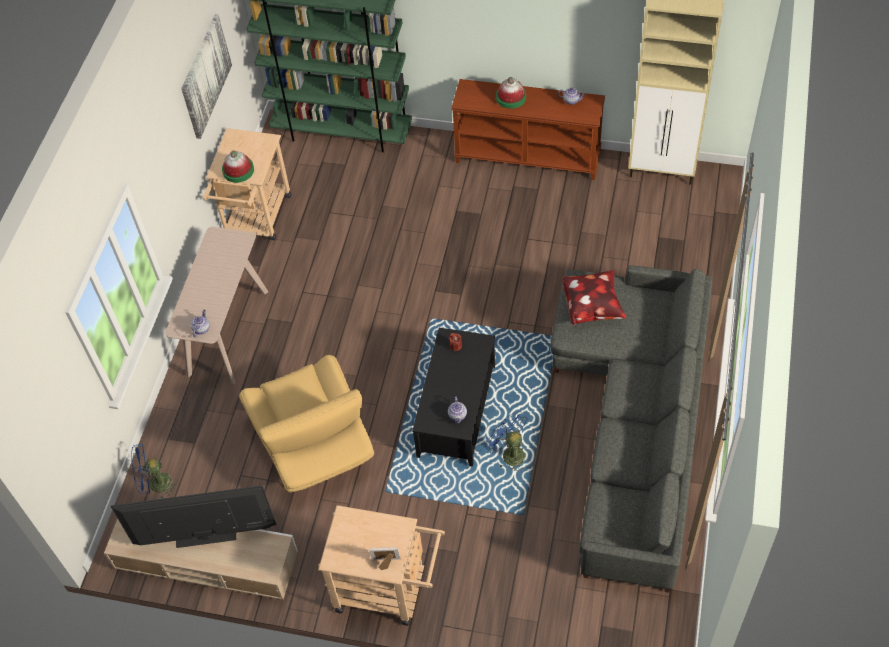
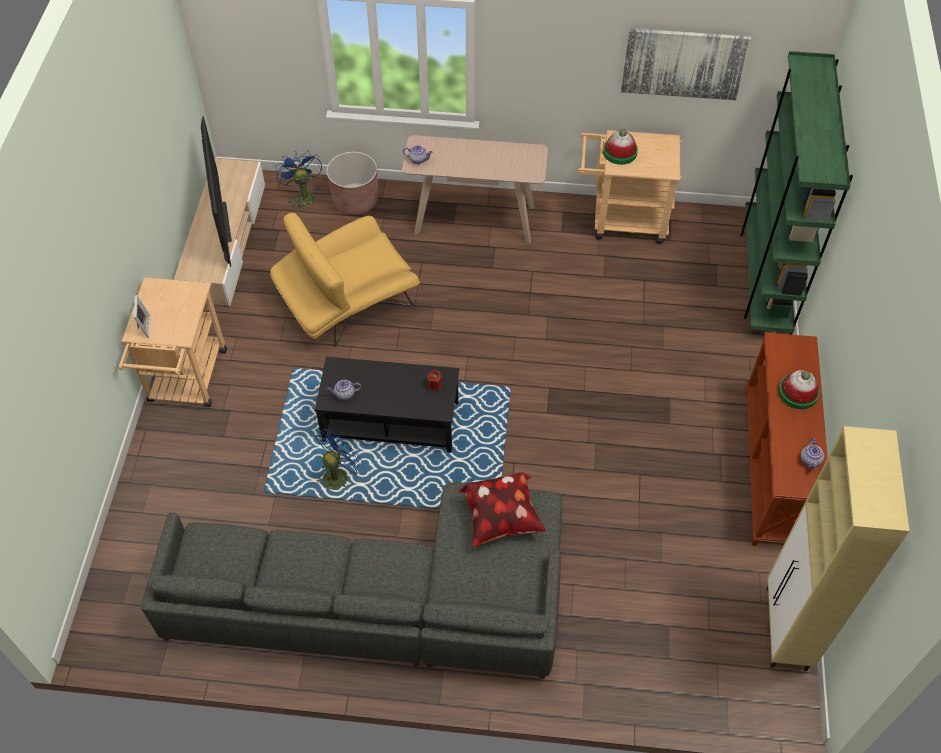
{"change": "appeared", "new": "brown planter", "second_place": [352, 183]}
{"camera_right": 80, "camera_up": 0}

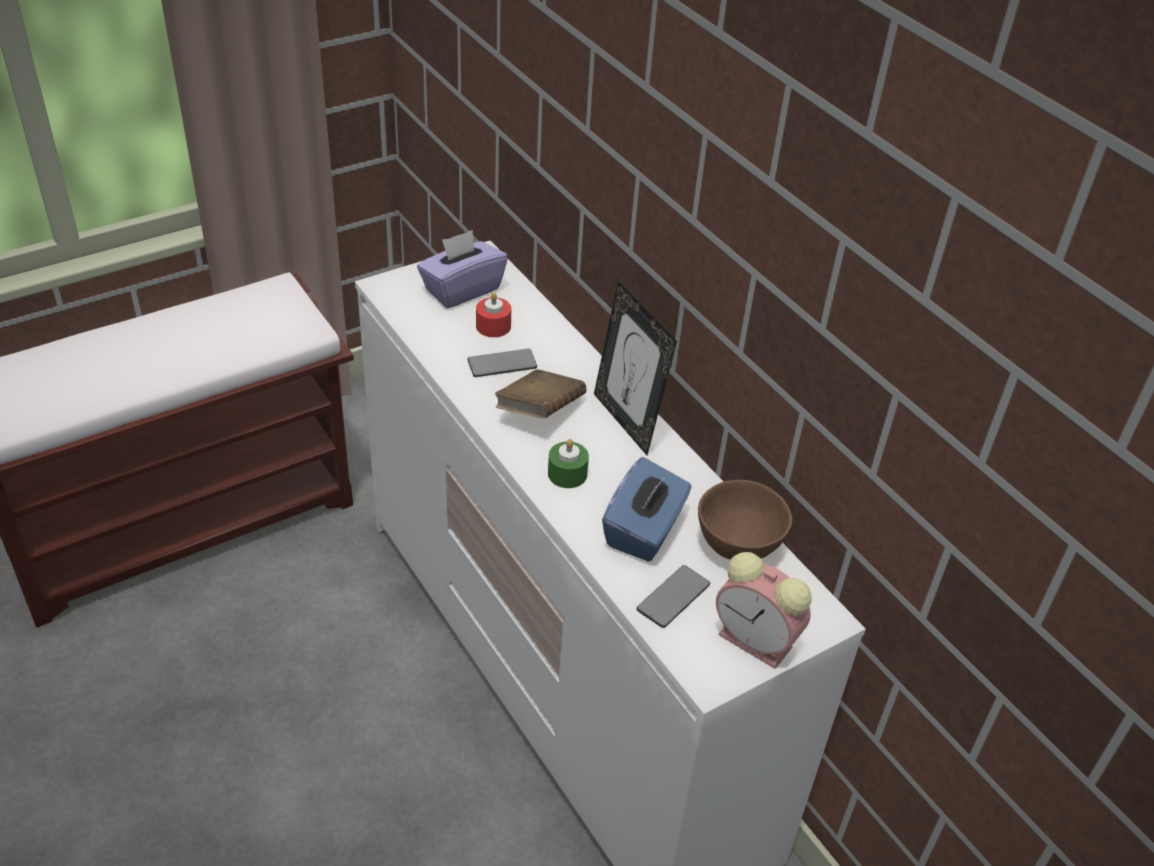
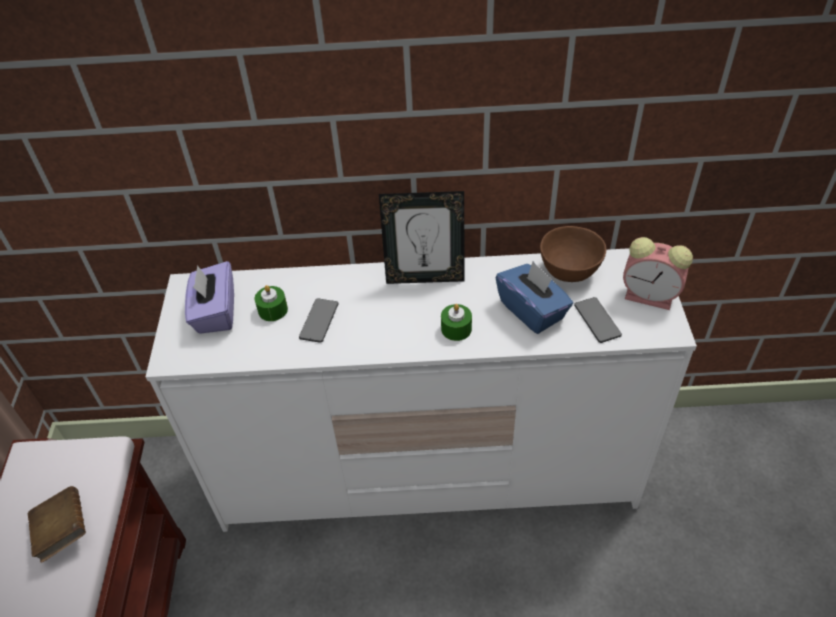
{"change": "colour", "old": "red candle", "new": "green candle", "first_place": [493, 314], "second_place": [271, 303]}
{"change": "relocated", "old": "brown book", "first_place": [540, 394], "second_place": [57, 524]}
{"change": "spun", "old": "alarm clock", "first_place": [763, 610], "second_place": [658, 273], "degrees": 45}
{"camera_right": -55, "camera_up": 5}

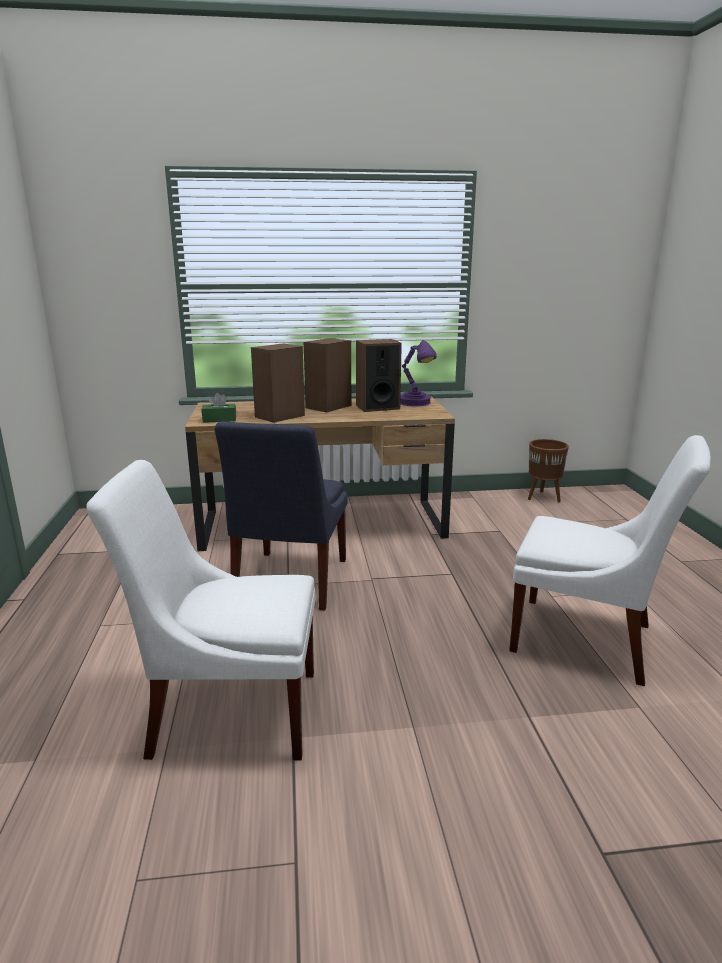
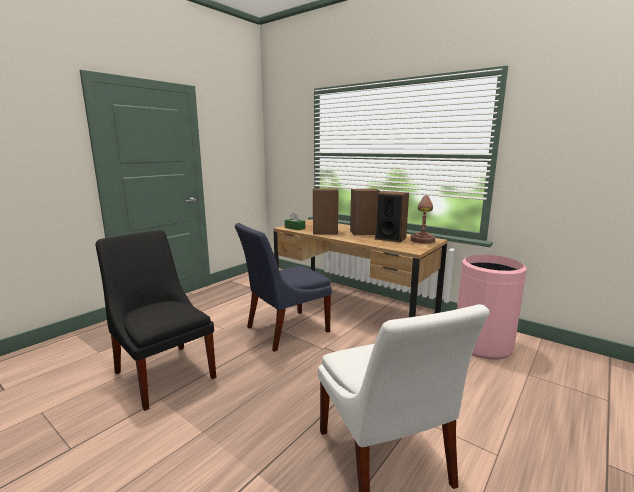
{"change": "colour", "old": "purple table lamp", "new": "brown table lamp", "first_place": [418, 373], "second_place": [423, 219]}
{"change": "missing", "old": "brown planter", "first_place": [548, 470]}
{"change": "colour", "old": "white chair", "new": "black chair", "first_place": [200, 610], "second_place": [155, 320]}
{"change": "appeared", "new": "pink trash can", "second_place": [492, 307]}
{"camera_right": 45, "camera_up": -5}

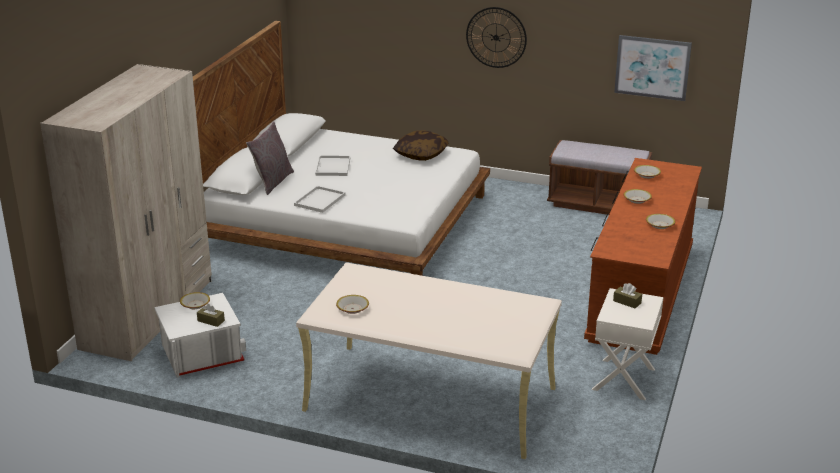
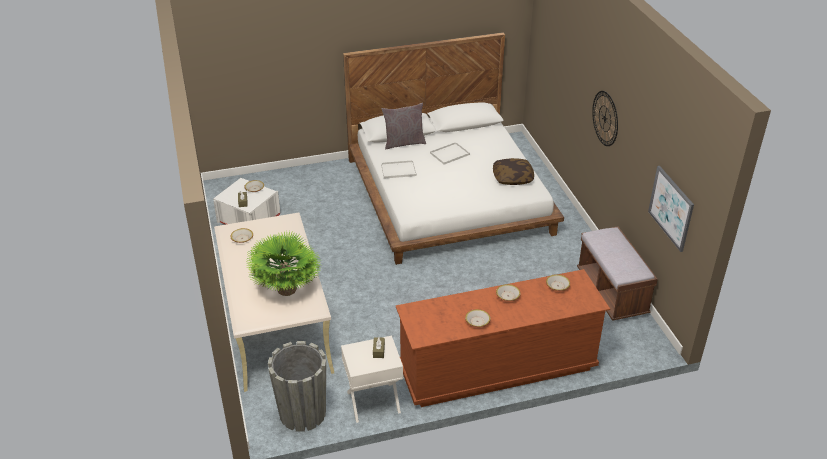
{"change": "missing", "old": "beige wardrobe", "first_place": [126, 212]}
{"change": "appeared", "new": "potted plant", "second_place": [283, 263]}
{"change": "appeared", "new": "grey planter", "second_place": [297, 386]}
{"camera_right": 55, "camera_up": 10}

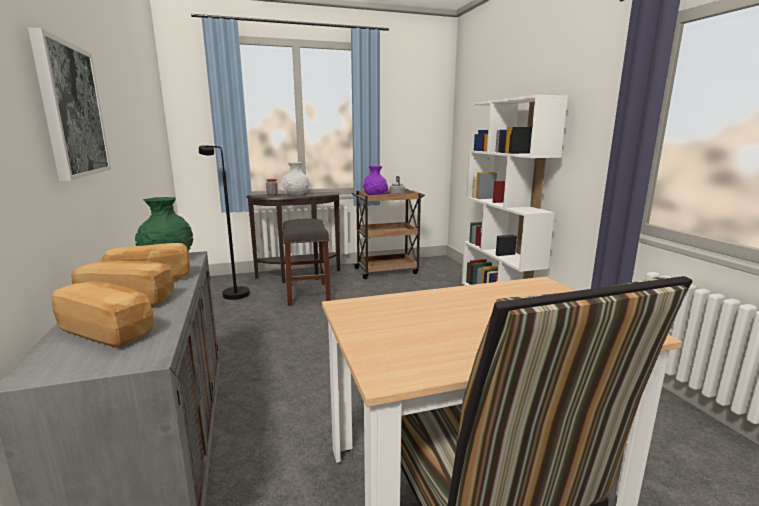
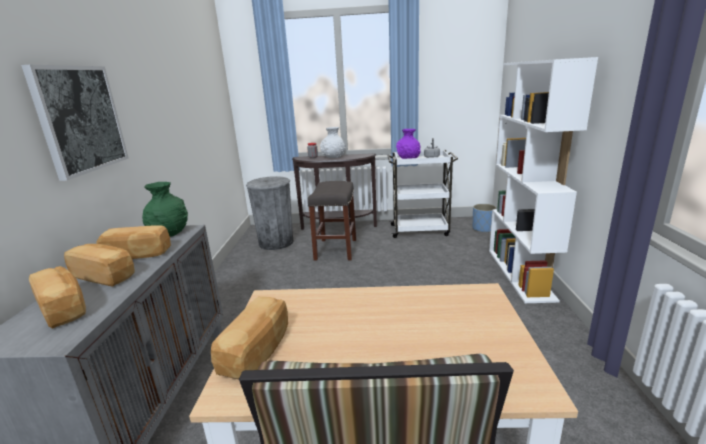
{"change": "exchanged", "old": "black floor lamp", "new": "grey trash can", "first_place": [224, 222], "second_place": [270, 213]}
{"change": "colour", "old": "brown cart", "new": "white cart", "first_place": [388, 234], "second_place": [422, 194]}
{"change": "appeared", "new": "blue planter", "second_place": [485, 218]}
{"change": "appeared", "new": "bread", "second_place": [249, 337]}
{"camera_right": 20, "camera_up": 5}

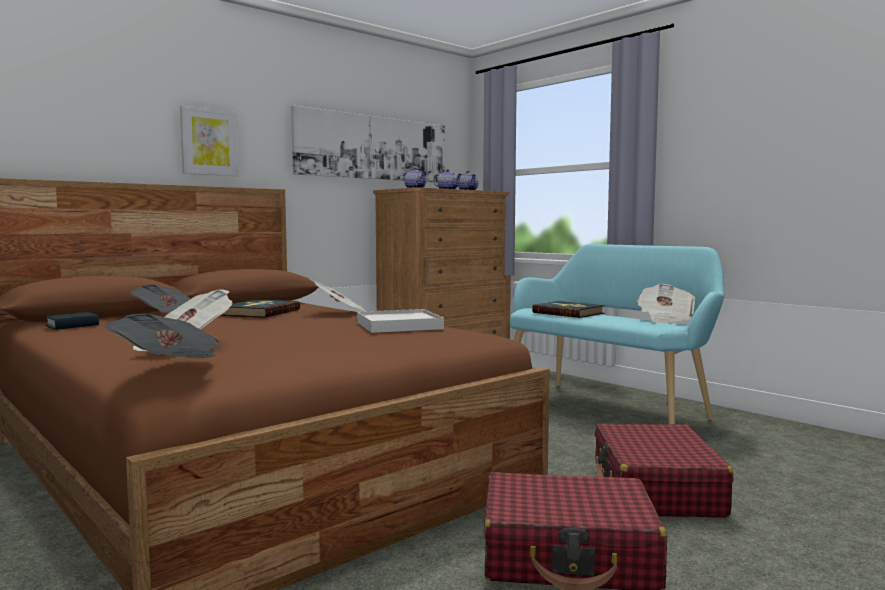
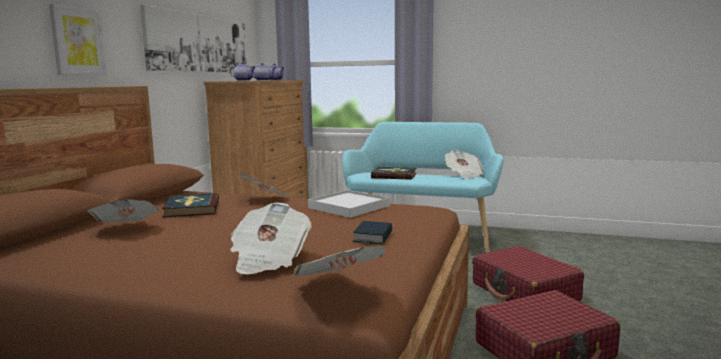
{"change": "relocated", "old": "book", "first_place": [72, 321], "second_place": [372, 233]}
{"camera_right": -30, "camera_up": 5}

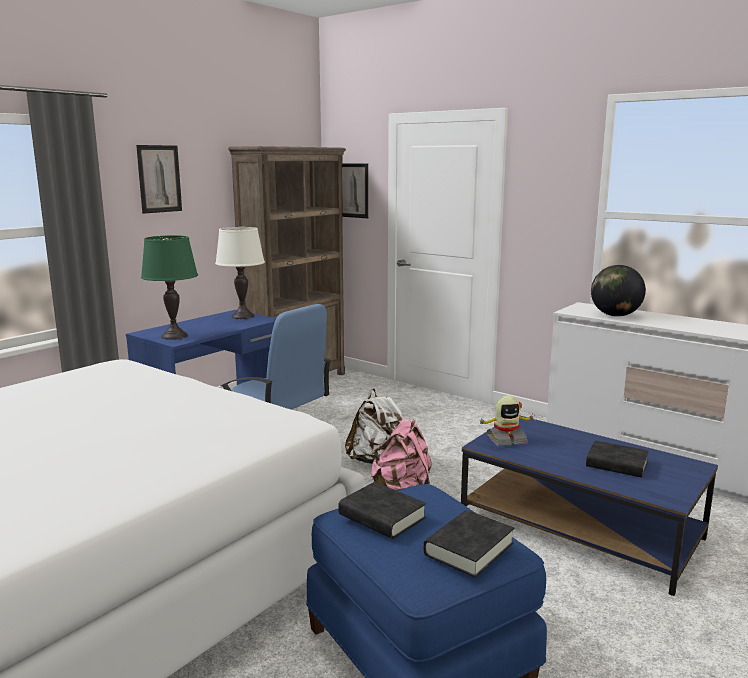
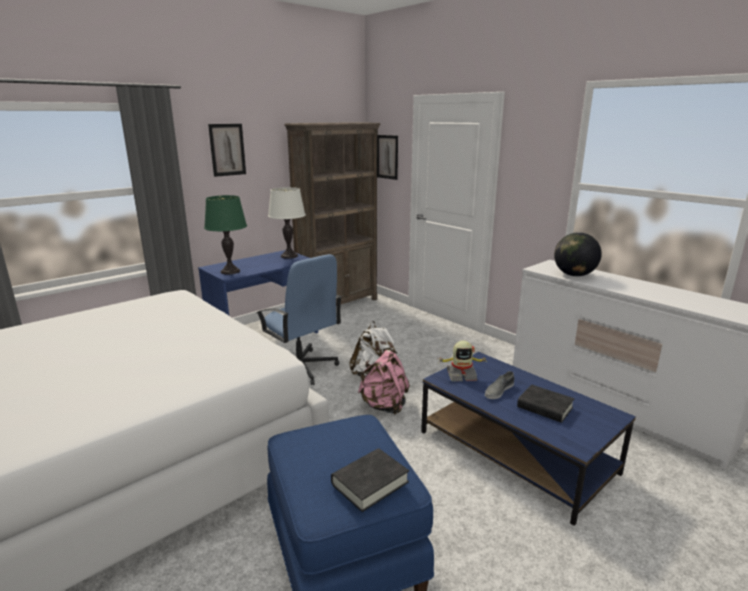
{"change": "missing", "old": "black book", "first_place": [382, 510]}
{"change": "appeared", "new": "grey shoe", "second_place": [499, 385]}
{"camera_right": 10, "camera_up": 5}

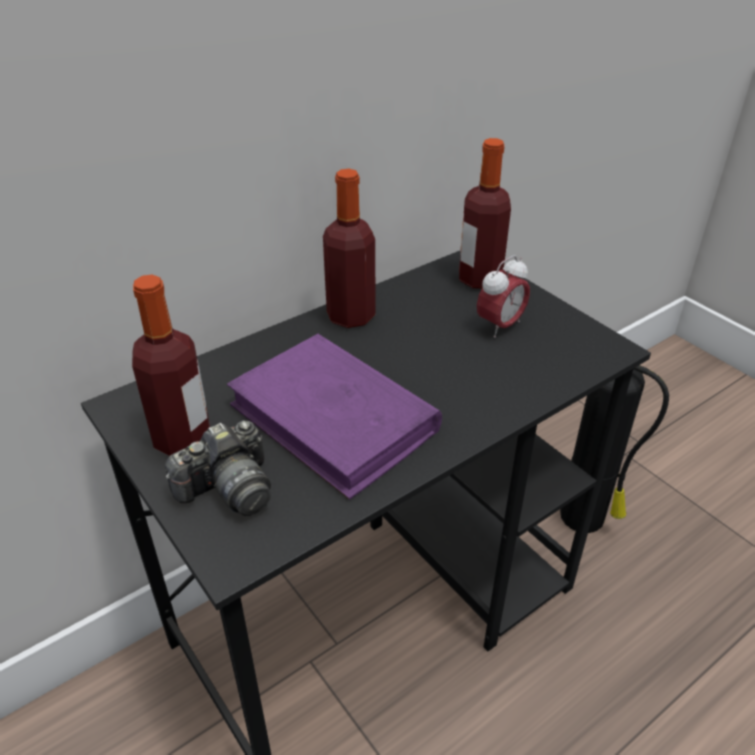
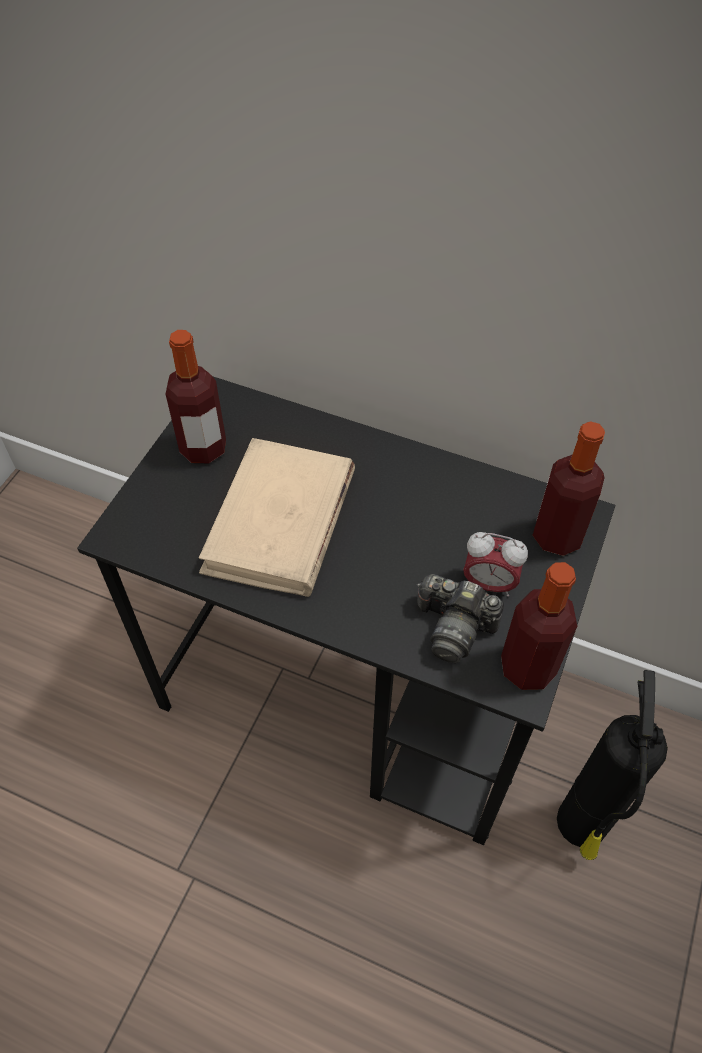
{"change": "relocated", "old": "bottle", "first_place": [349, 248], "second_place": [539, 626]}
{"change": "colour", "old": "purple book", "new": "beige book", "first_place": [334, 417], "second_place": [277, 517]}
{"change": "relocated", "old": "photo camera", "first_place": [218, 468], "second_place": [460, 618]}
{"camera_right": 60, "camera_up": 15}

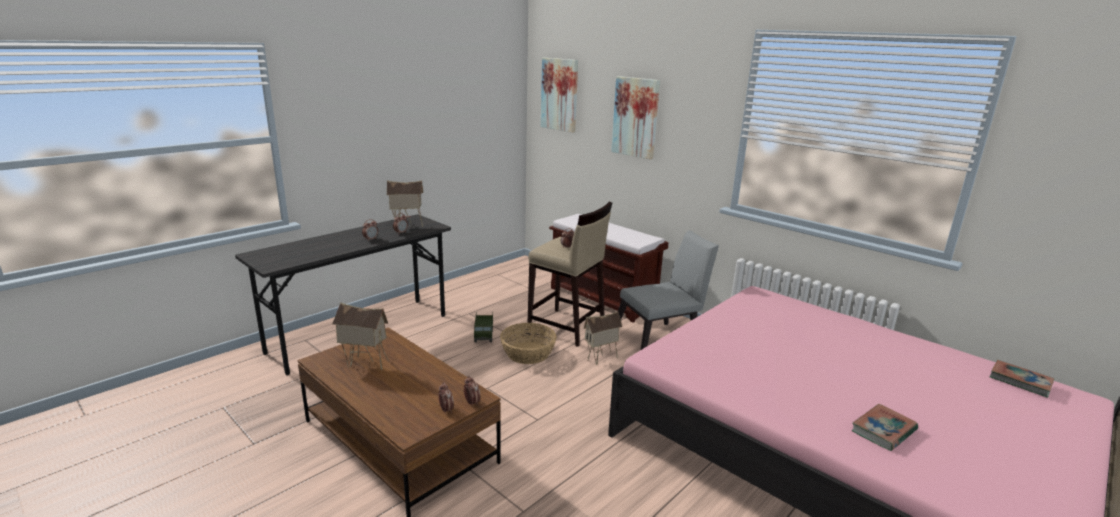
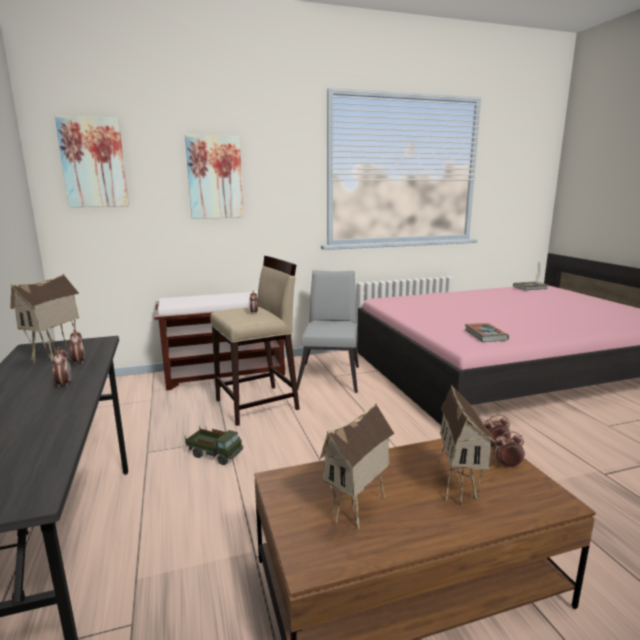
{"change": "relocated", "old": "toy house", "first_place": [603, 338], "second_place": [465, 445]}
{"change": "missing", "old": "basket", "first_place": [528, 343]}
{"change": "relocated", "old": "book", "first_place": [884, 427], "second_place": [487, 332]}
{"camera_right": -60, "camera_up": -5}

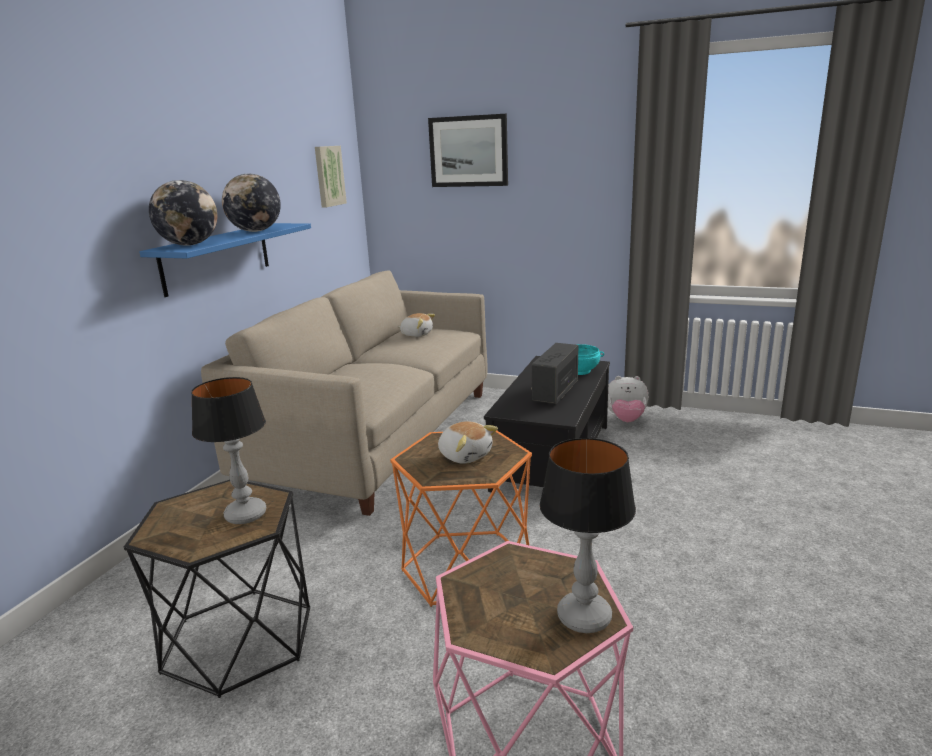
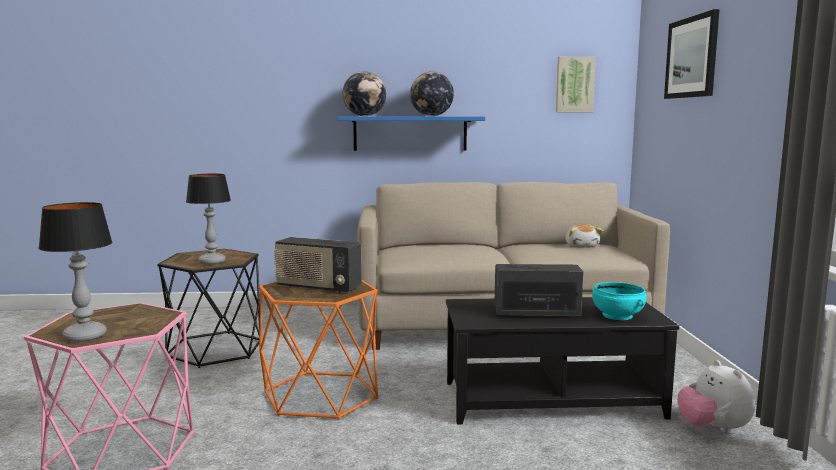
{"change": "exchanged", "old": "plush toy", "new": "radio", "first_place": [468, 442], "second_place": [318, 265]}
{"camera_right": 65, "camera_up": -10}

